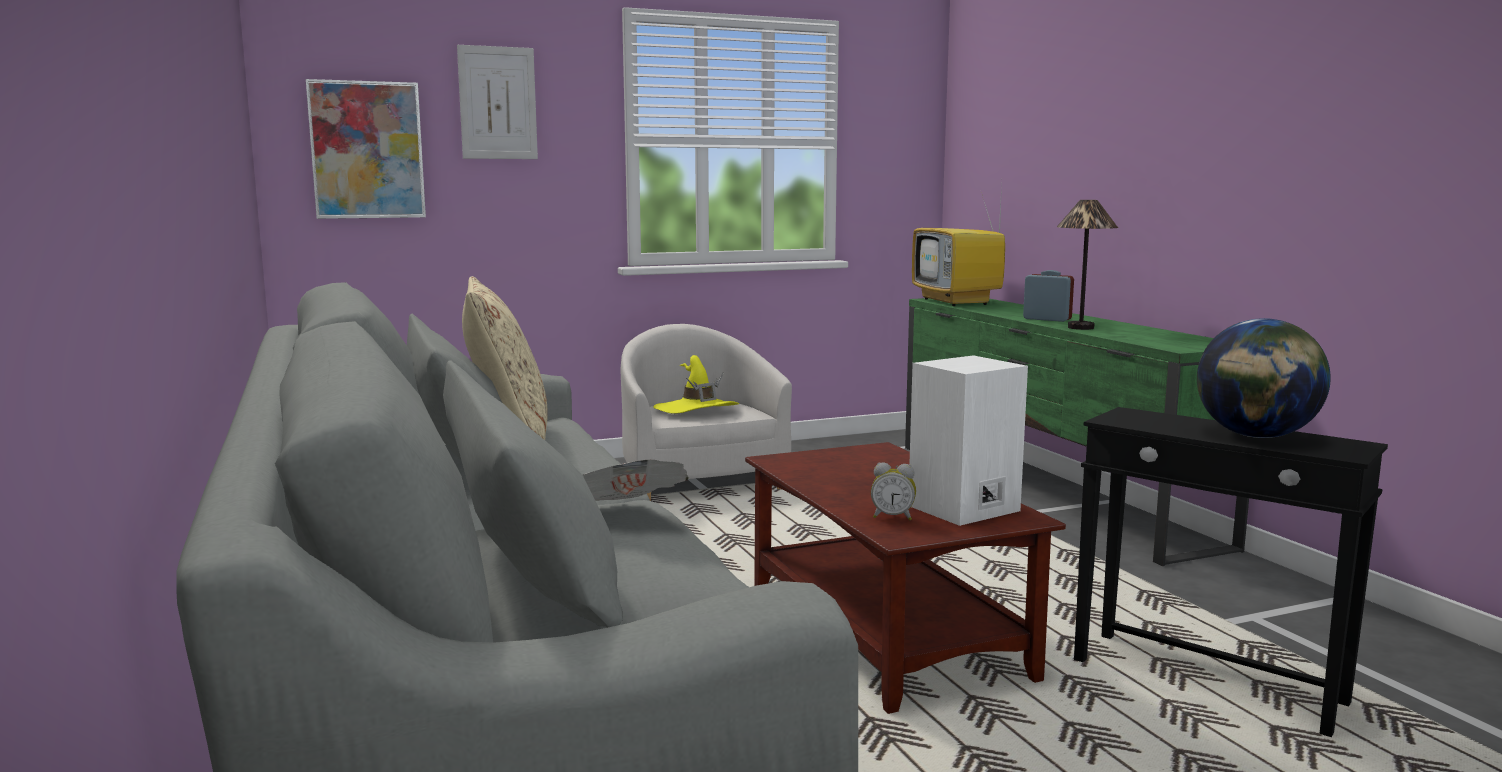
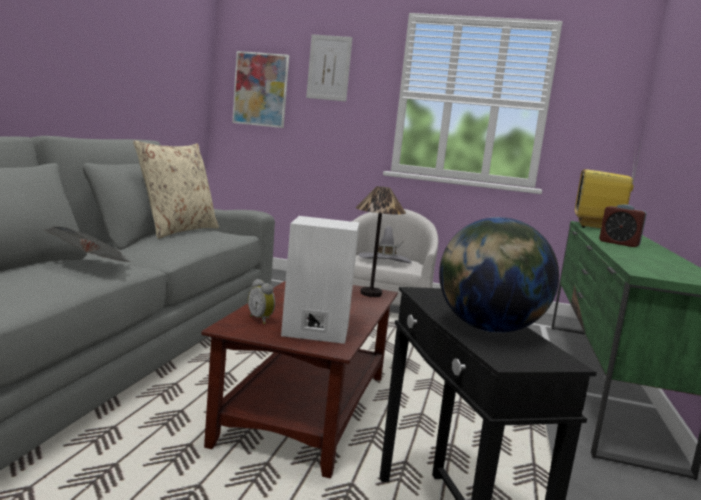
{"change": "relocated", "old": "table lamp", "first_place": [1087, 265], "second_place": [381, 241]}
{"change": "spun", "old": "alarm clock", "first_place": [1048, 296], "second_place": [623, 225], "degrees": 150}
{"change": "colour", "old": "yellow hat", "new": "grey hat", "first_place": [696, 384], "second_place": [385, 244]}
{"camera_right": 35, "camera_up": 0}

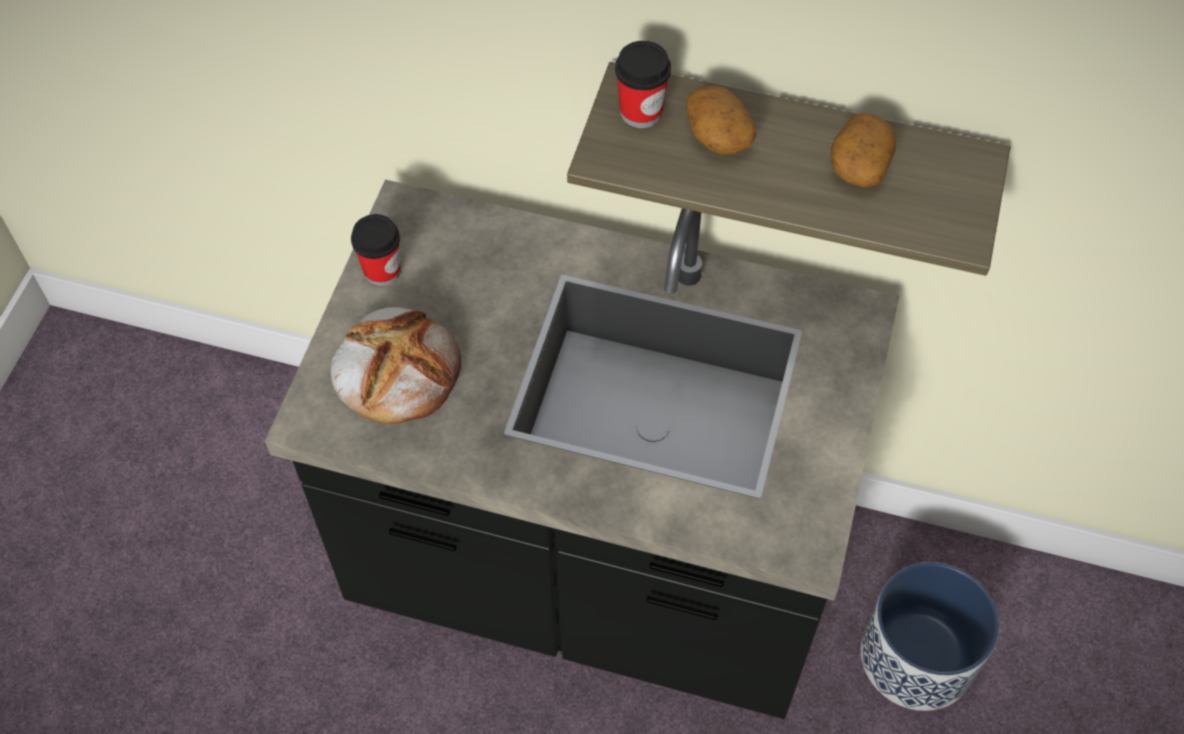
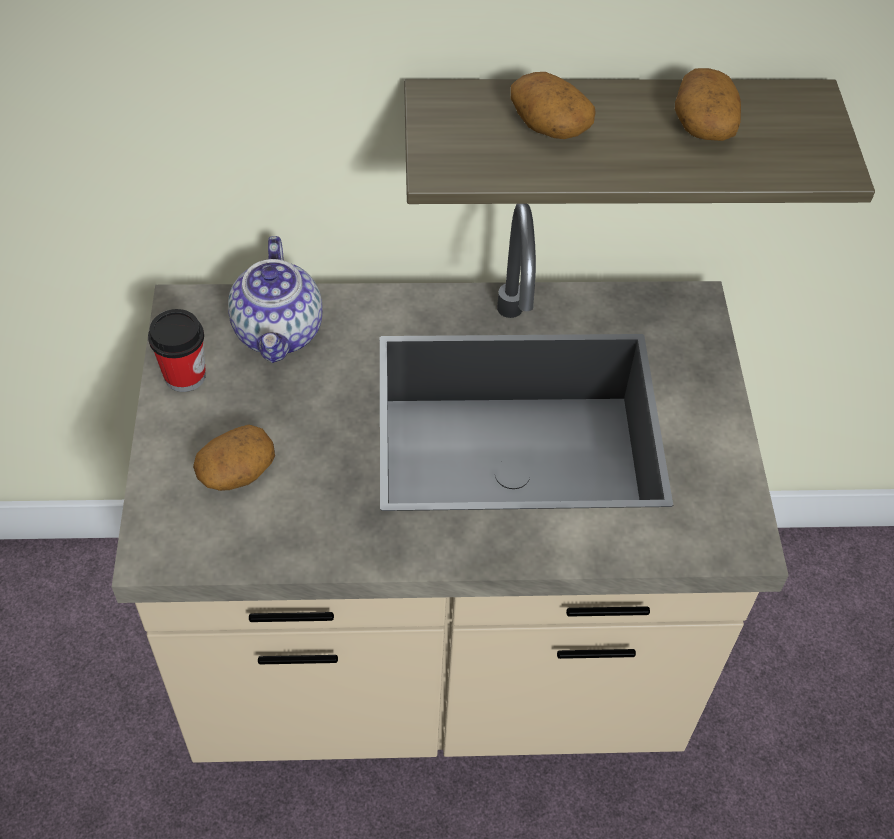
{"change": "missing", "old": "cup", "first_place": [643, 84]}
{"change": "colour", "old": "black counter", "new": "beige counter", "first_place": [582, 449], "second_place": [450, 483]}
{"change": "exchanged", "old": "bread", "new": "potato", "first_place": [395, 366], "second_place": [234, 458]}
{"change": "missing", "old": "planter", "first_place": [930, 636]}
{"change": "appeared", "new": "teapot", "second_place": [275, 299]}
{"camera_right": -20, "camera_up": -5}

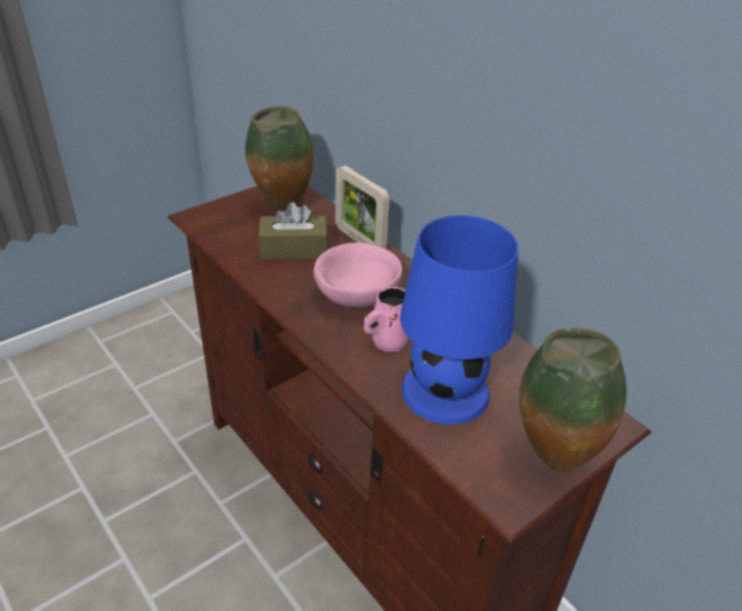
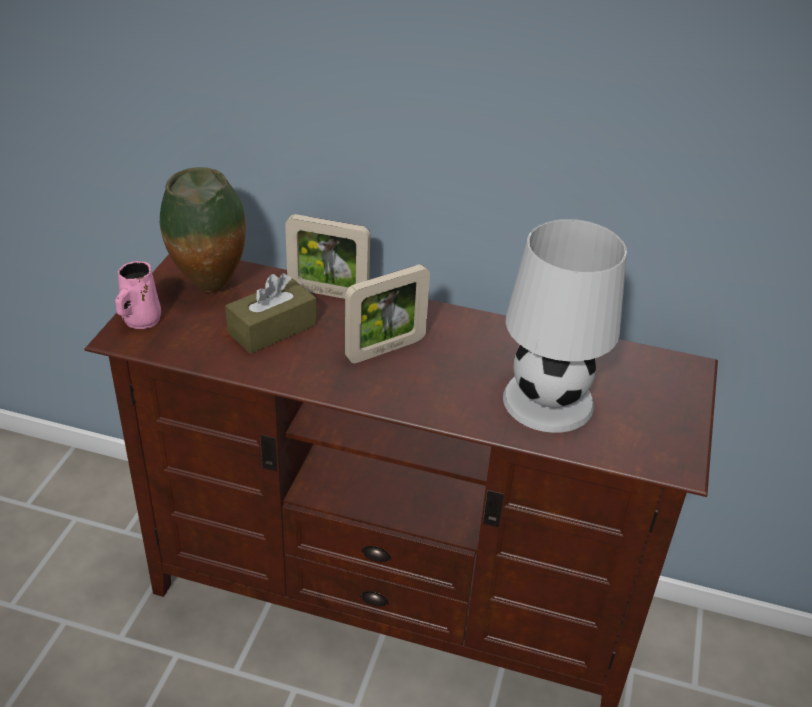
{"change": "colour", "old": "blue table lamp", "new": "white table lamp", "first_place": [459, 320], "second_place": [565, 326]}
{"change": "exchanged", "old": "pink bowl", "new": "picture frame", "first_place": [358, 275], "second_place": [387, 313]}
{"change": "relocated", "old": "pink mug", "first_place": [386, 319], "second_place": [138, 295]}
{"change": "missing", "old": "vase", "first_place": [573, 400]}
{"camera_right": -35, "camera_up": 0}

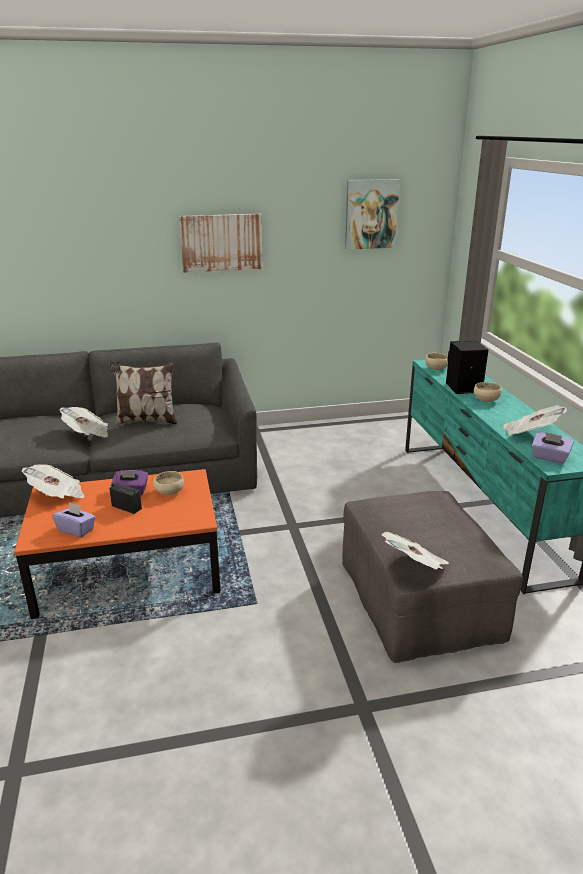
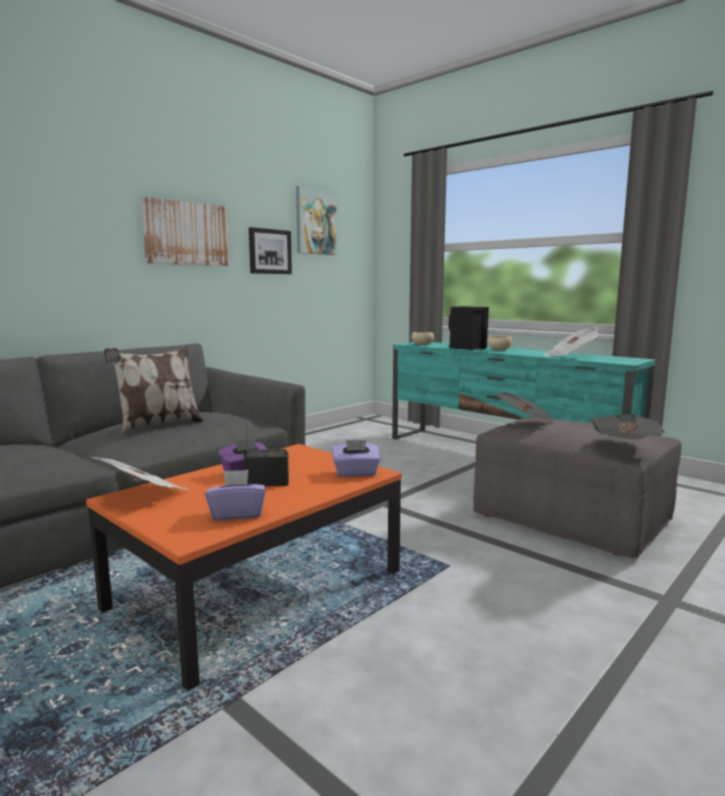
{"change": "relocated", "old": "newspaper", "first_place": [84, 422], "second_place": [525, 406]}
{"change": "relocated", "old": "purple tissue box", "first_place": [552, 448], "second_place": [356, 458]}
{"change": "missing", "old": "beige bowl", "first_place": [169, 483]}
{"change": "appeared", "new": "picture", "second_place": [270, 250]}
{"camera_right": -35, "camera_up": -15}

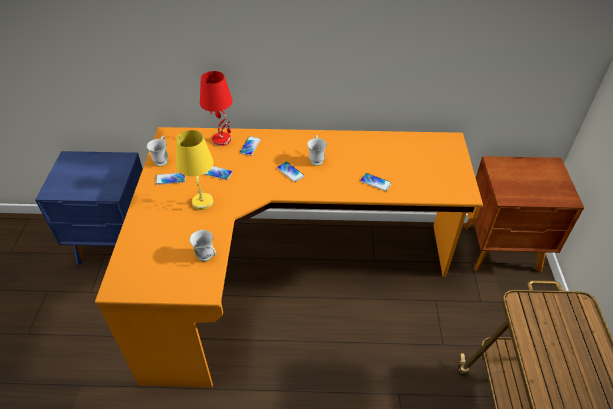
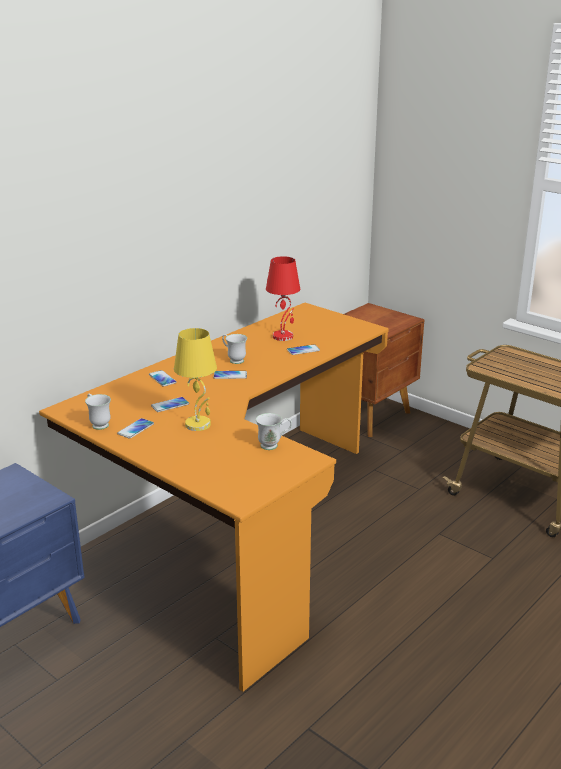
{"change": "relocated", "old": "red table lamp", "first_place": [216, 108], "second_place": [283, 298]}
{"camera_right": -50, "camera_up": -20}

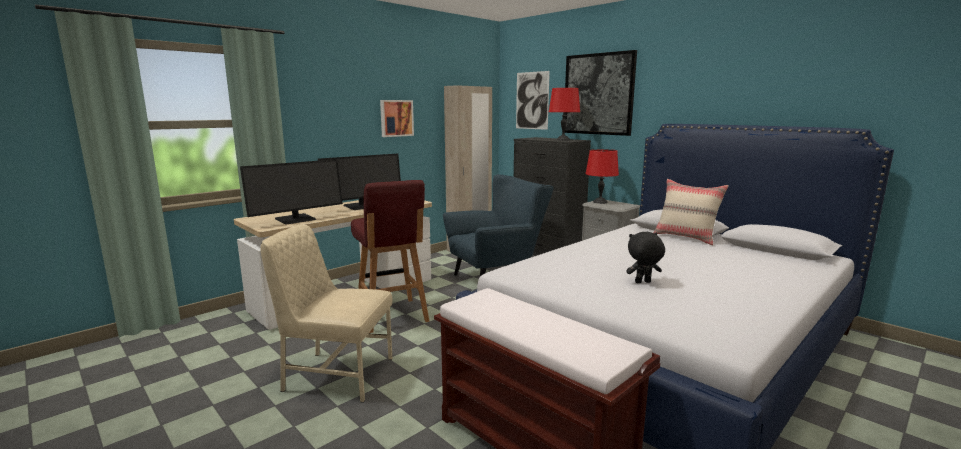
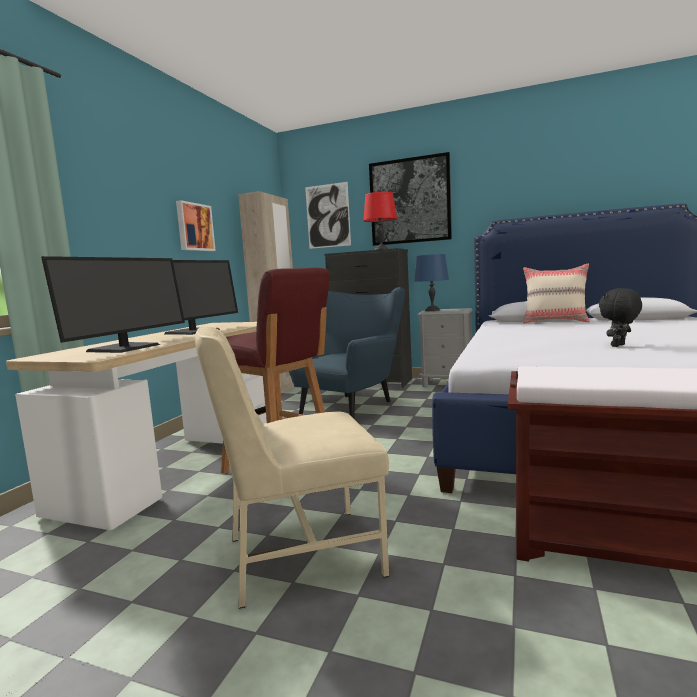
{"change": "colour", "old": "red table lamp", "new": "blue table lamp", "first_place": [602, 176], "second_place": [431, 282]}
{"camera_right": -25, "camera_up": -5}

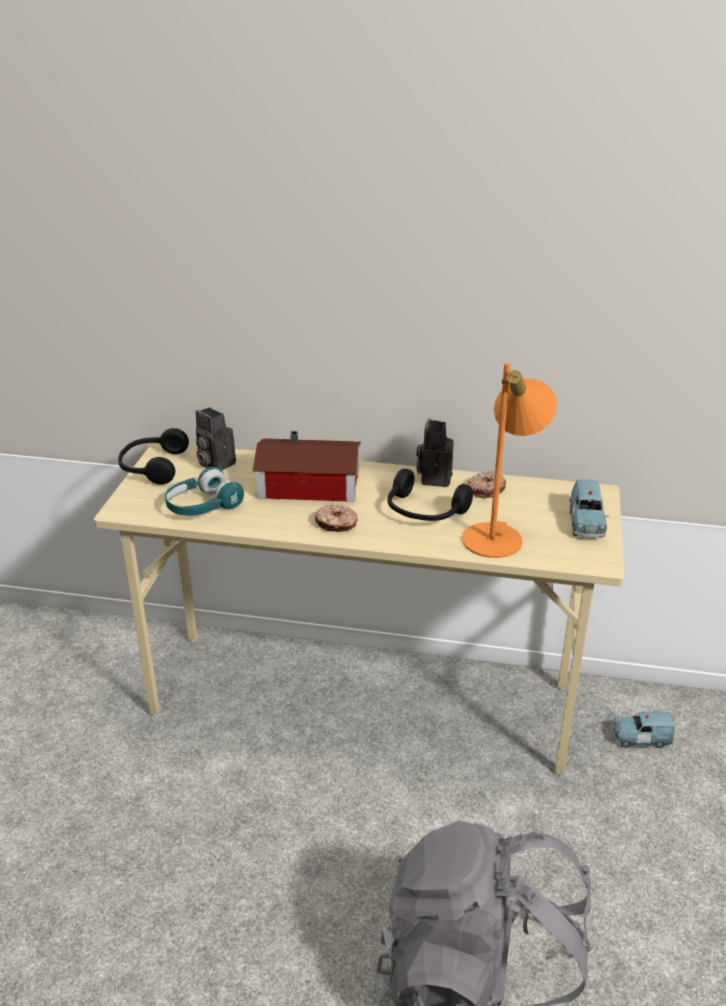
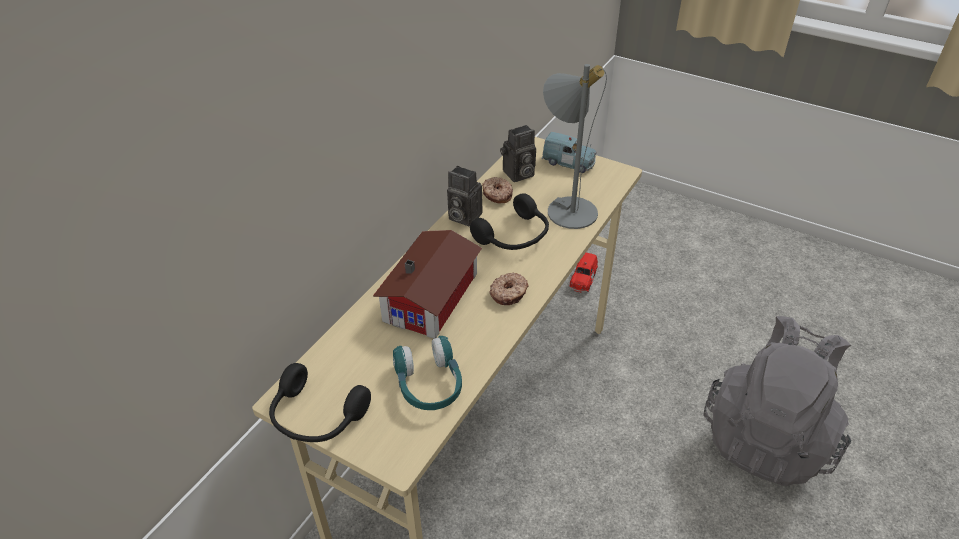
{"change": "colour", "old": "orange table lamp", "new": "grey table lamp", "first_place": [509, 460], "second_place": [575, 146]}
{"change": "relocated", "old": "photo camera", "first_place": [216, 438], "second_place": [518, 153]}
{"change": "colour", "old": "blue toy car", "new": "red toy car", "first_place": [643, 730], "second_place": [583, 273]}
{"camera_right": -70, "camera_up": 10}

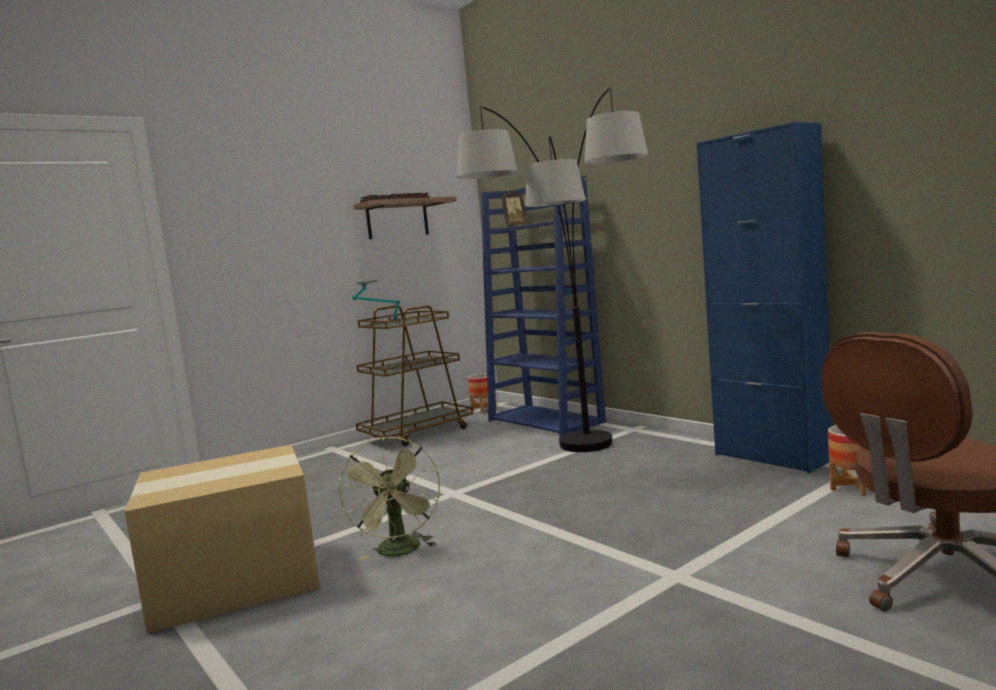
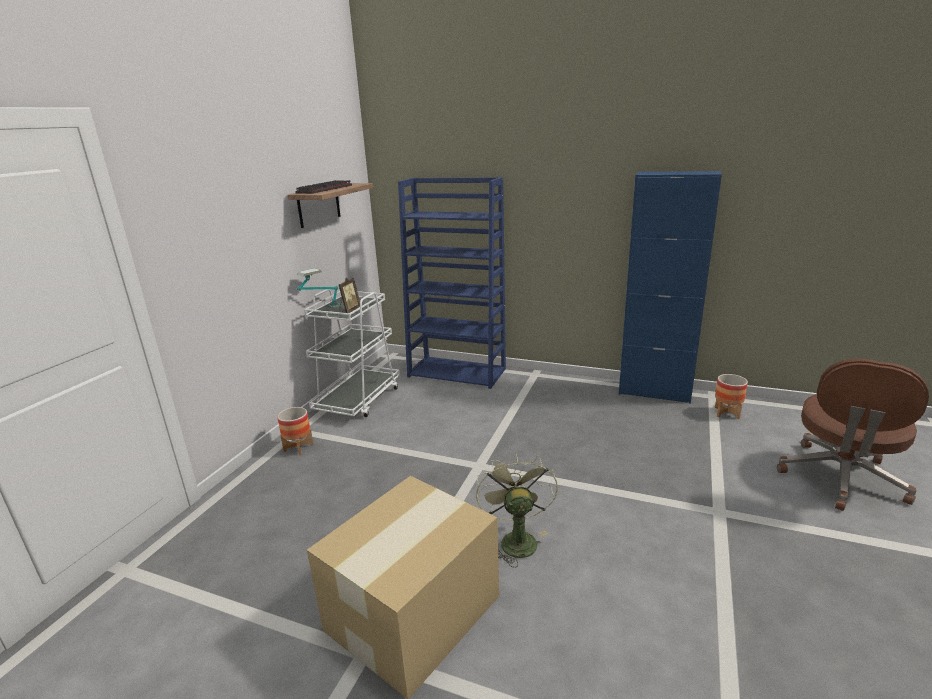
{"change": "missing", "old": "floor lamp", "first_place": [552, 270]}
{"change": "relocated", "old": "picture frame", "first_place": [514, 209], "second_place": [349, 295]}
{"change": "colour", "old": "brown cart", "new": "white cart", "first_place": [414, 375], "second_place": [352, 353]}
{"change": "relocated", "old": "planter", "first_place": [482, 393], "second_place": [295, 431]}
{"change": "spun", "old": "green fan", "first_place": [389, 498], "second_place": [517, 510], "degrees": -150}
{"camera_right": -30, "camera_up": 15}

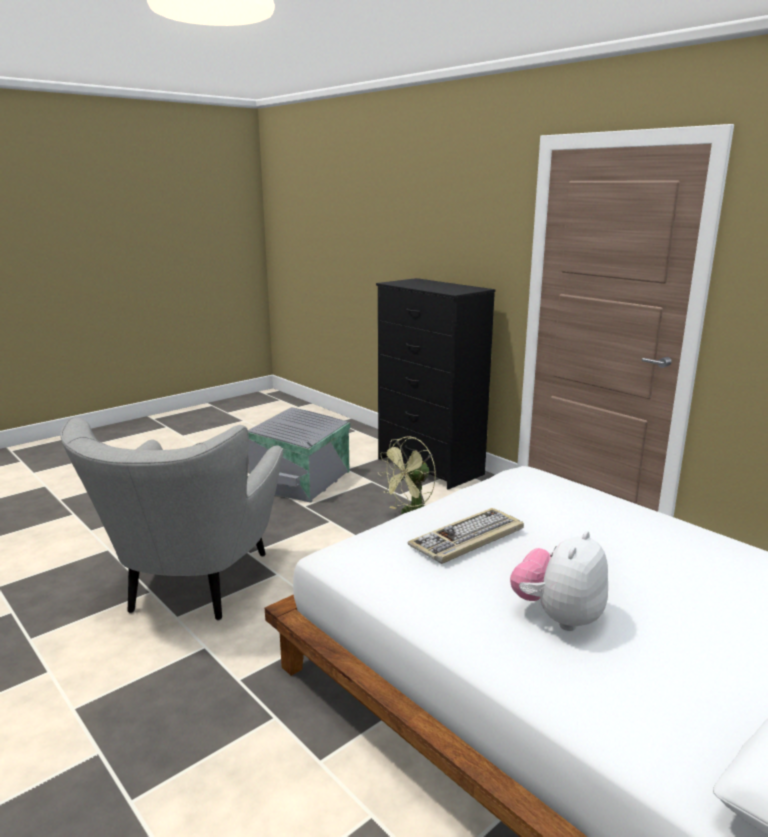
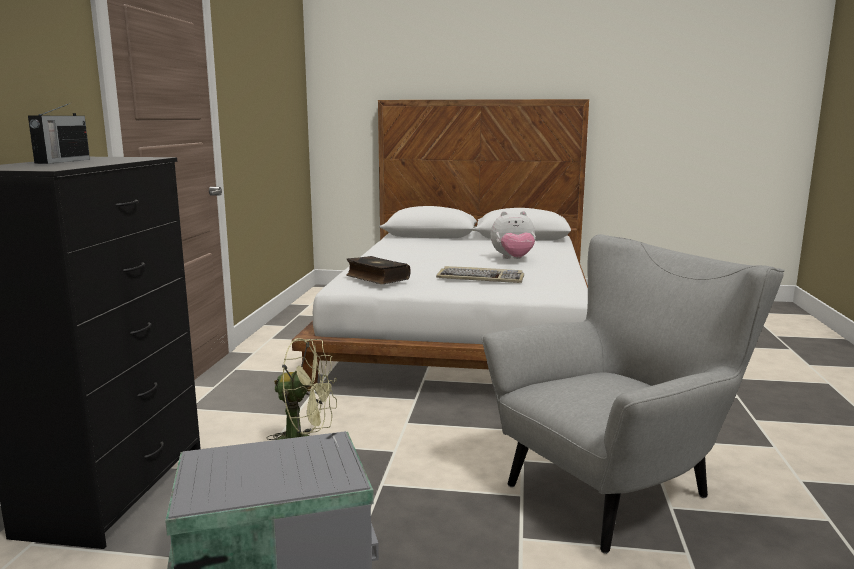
{"change": "appeared", "new": "radio", "second_place": [59, 133]}
{"change": "appeared", "new": "book", "second_place": [378, 270]}
{"camera_right": -130, "camera_up": -5}

